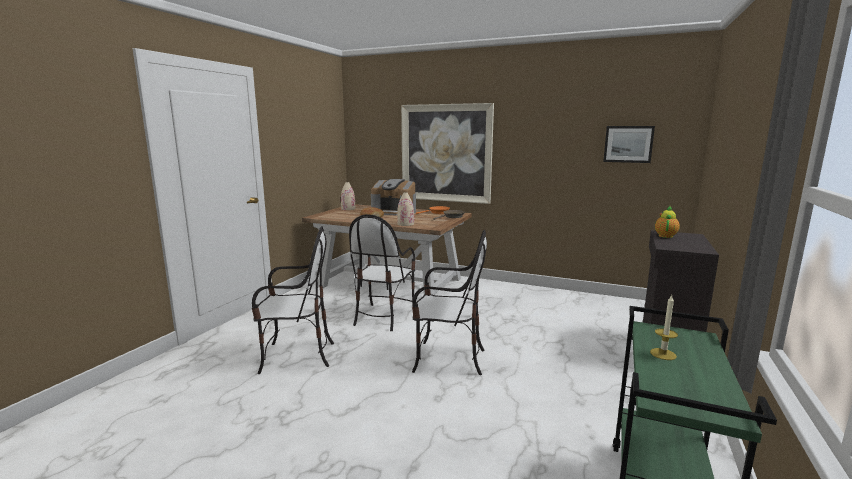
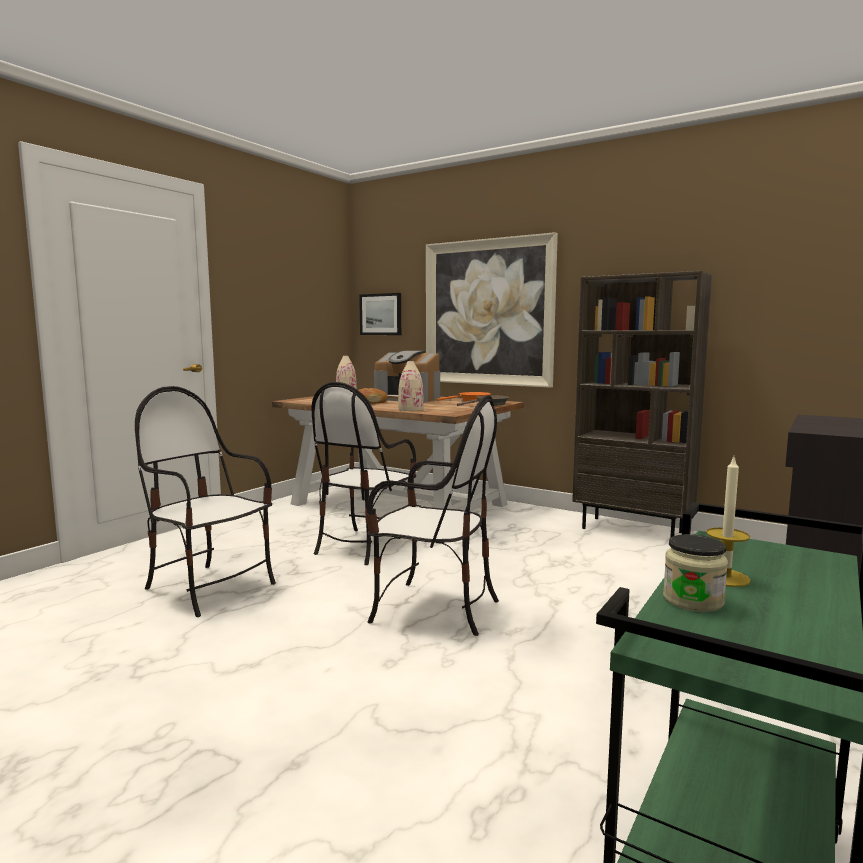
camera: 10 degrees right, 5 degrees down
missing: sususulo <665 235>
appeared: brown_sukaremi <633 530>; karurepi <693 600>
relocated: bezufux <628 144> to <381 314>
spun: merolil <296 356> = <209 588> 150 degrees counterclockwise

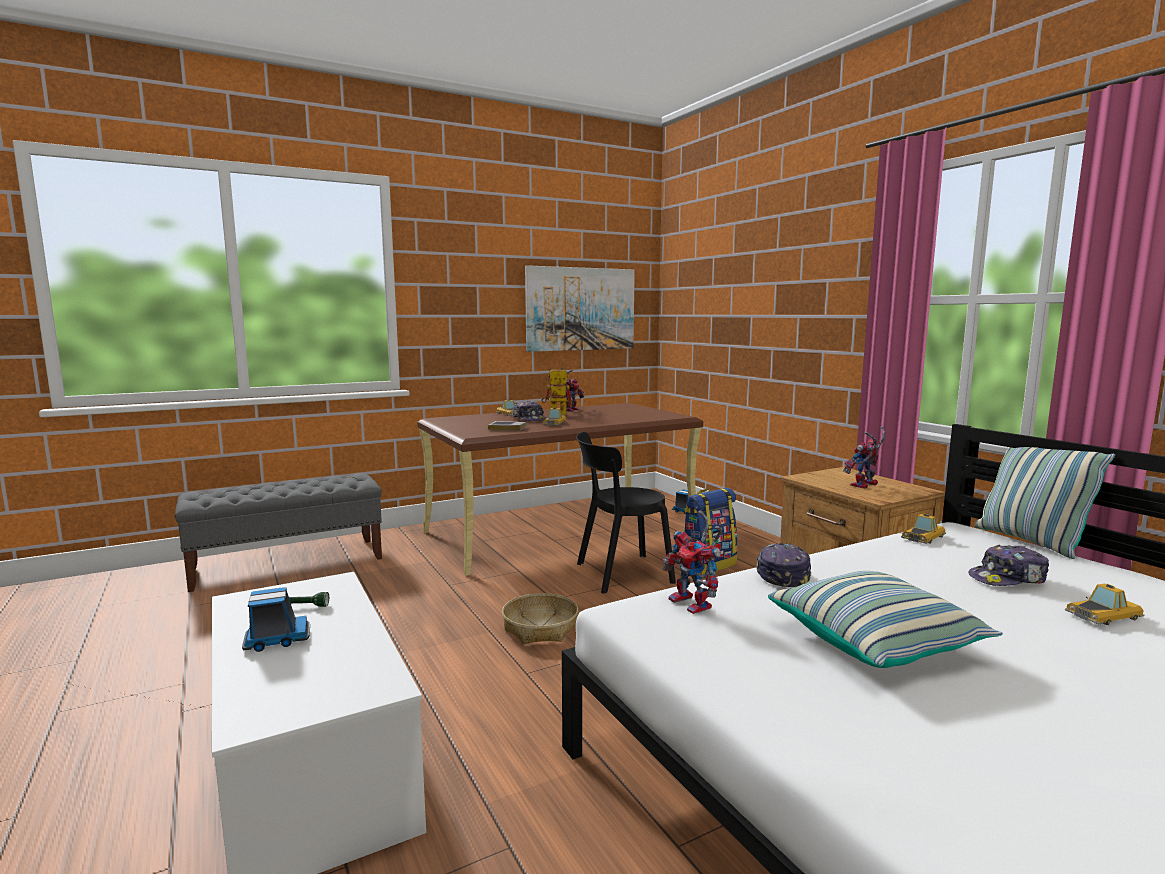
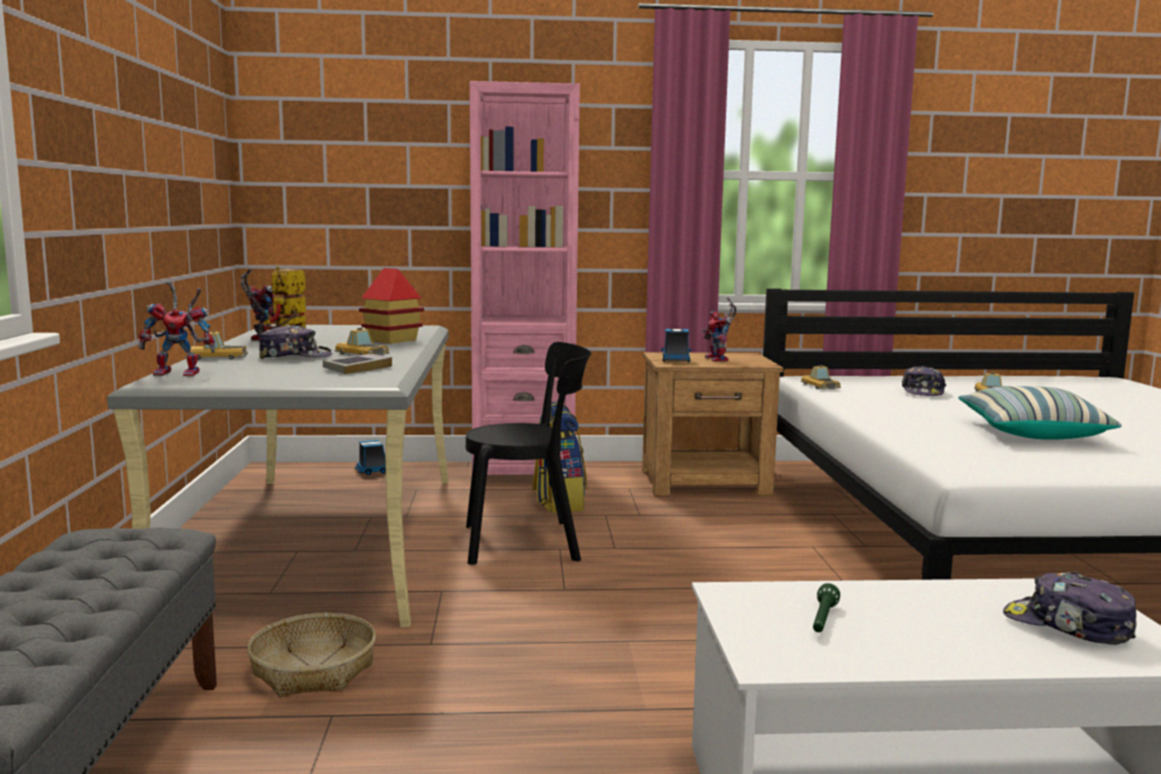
camera: 65 degrees left, 0 degrees up
missing: bezufux <580 309>; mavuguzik <1030 541>
appeared: pink_sukaremi <523 473>; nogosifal <392 340>
relocated: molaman <695 604> to <182 373>; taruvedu <782 575> to <1067 626>; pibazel <276 640> to <676 360>; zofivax <540 628> to <314 670>
colour: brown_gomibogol <562 531> to grey_gomibogol <324 539>
spun: black_merolil <619 573> = <528 542> 105 degrees counterclockwise

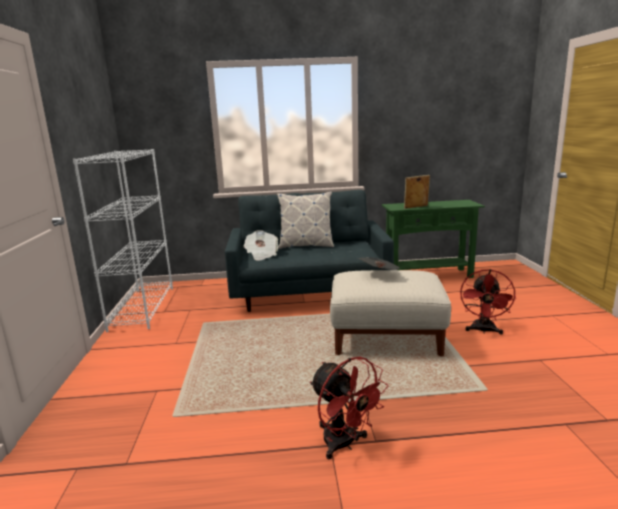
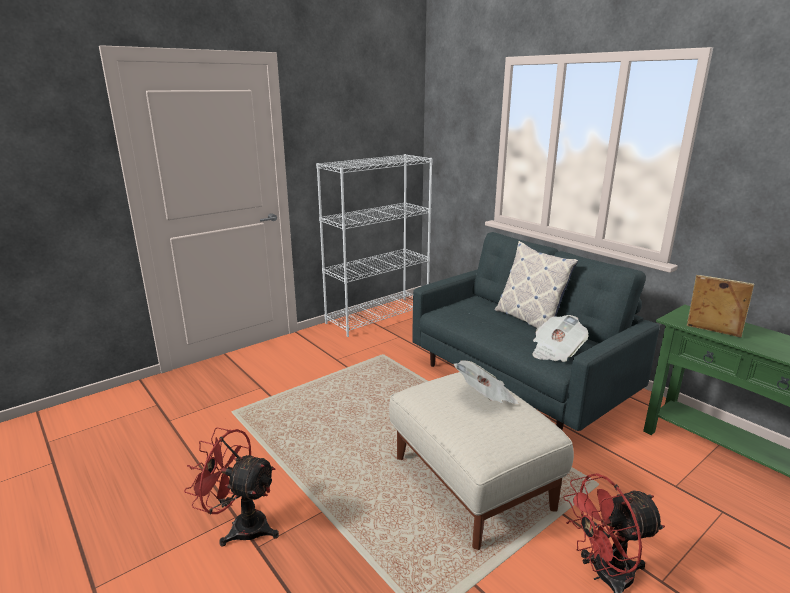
camera: 55 degrees right, 5 degrees up
relocated: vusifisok <261 255> to <555 351>
spun: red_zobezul <344 444> = <241 526> 90 degrees clockwise

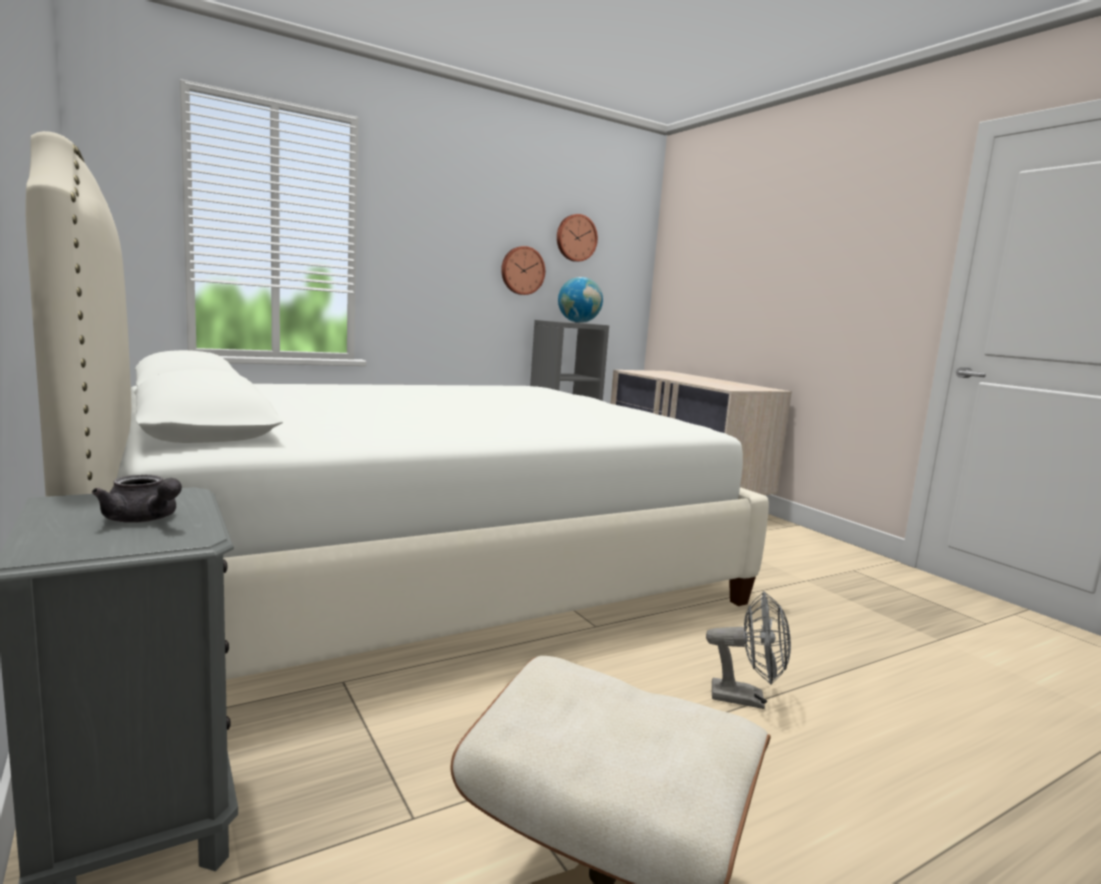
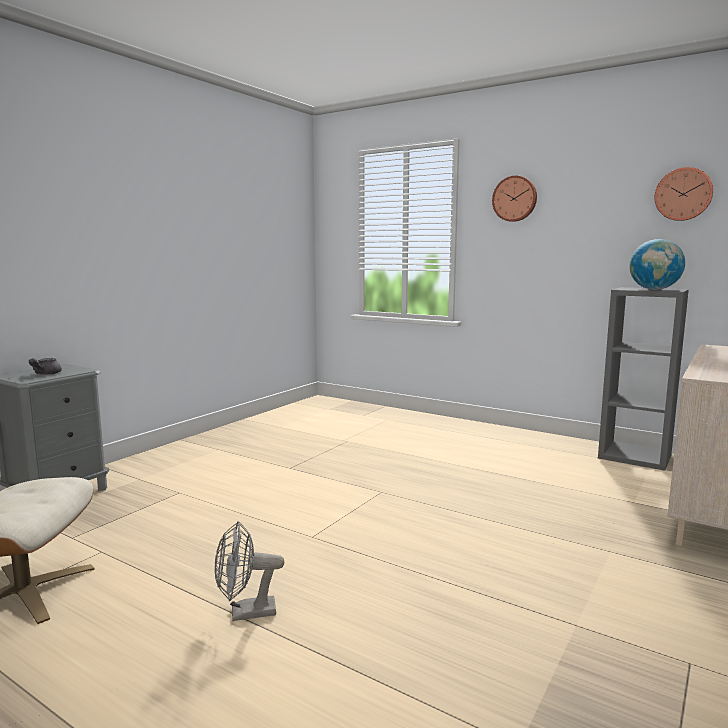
camera: 65 degrees right, 0 degrees up
missing: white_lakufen <413 572>
relocated: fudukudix <522 270> to <515 199>
spun: grey_zobezul <746 698> = <245 613> 90 degrees clockwise

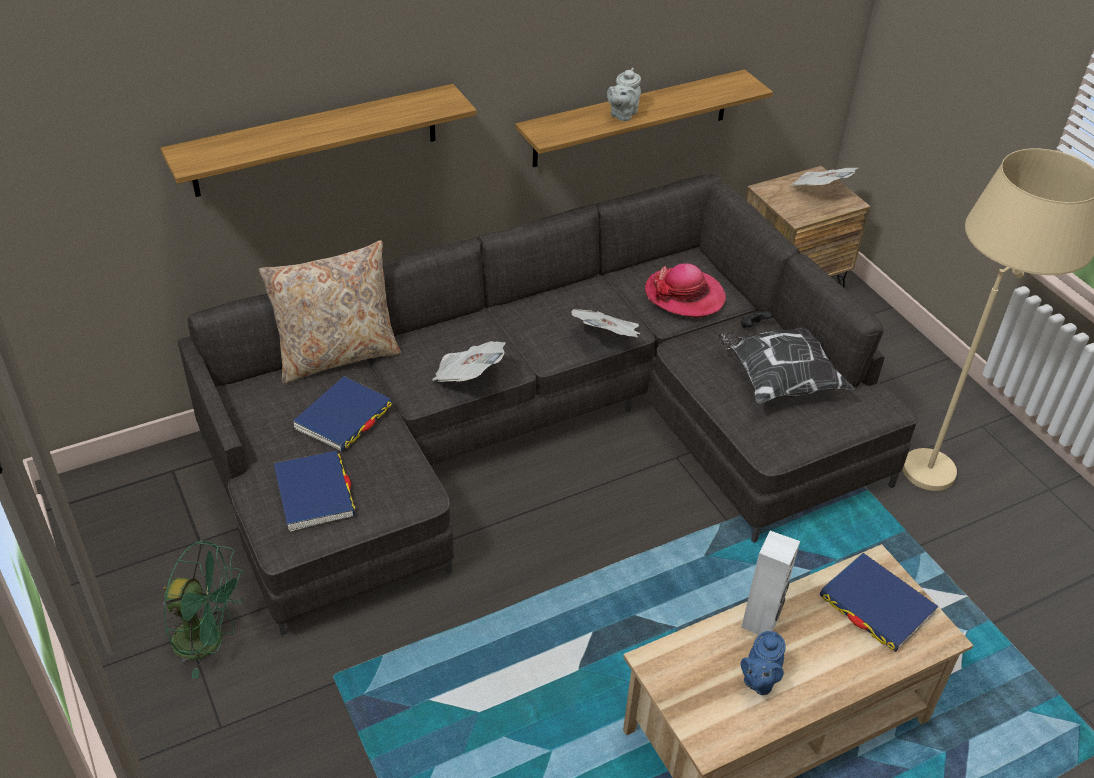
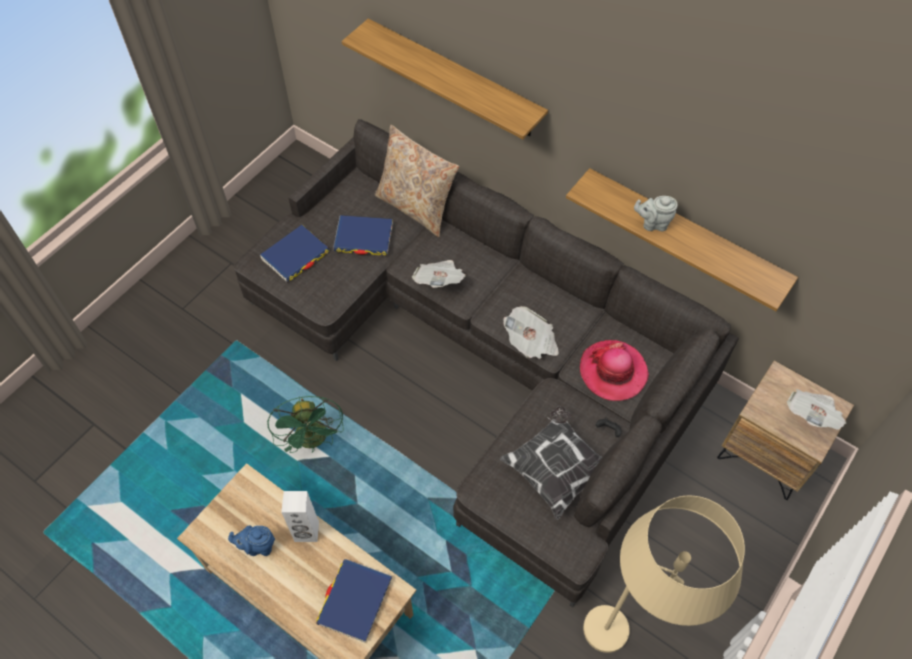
camera: 65 degrees right, 15 degrees up
relocated: green_zobezul <208 641> to <313 441>

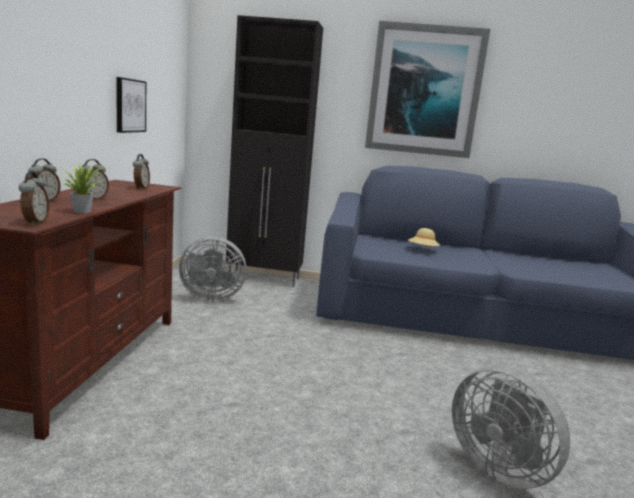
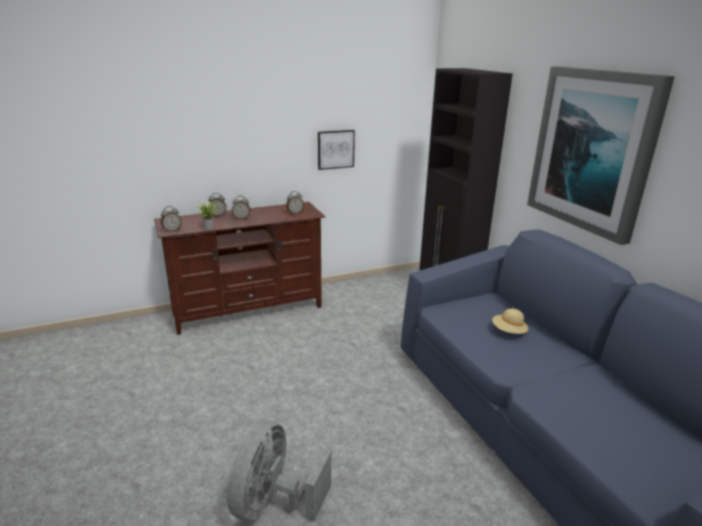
camera: 60 degrees right, 10 degrees up
missing: grey_zobezul <210 297>

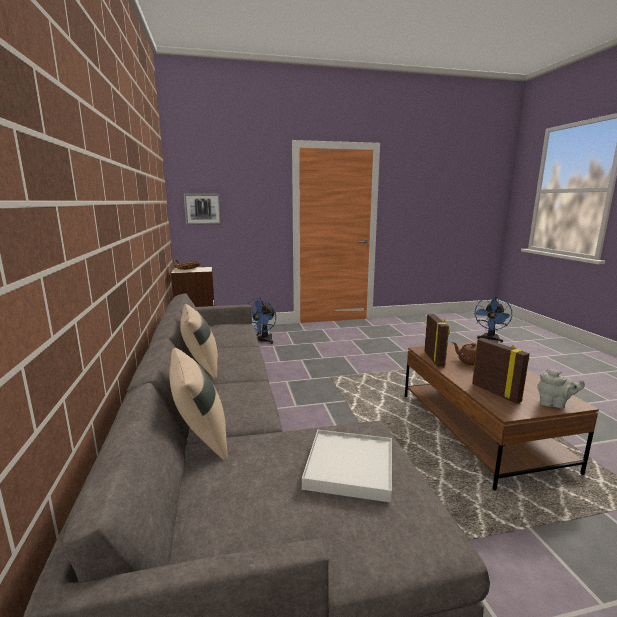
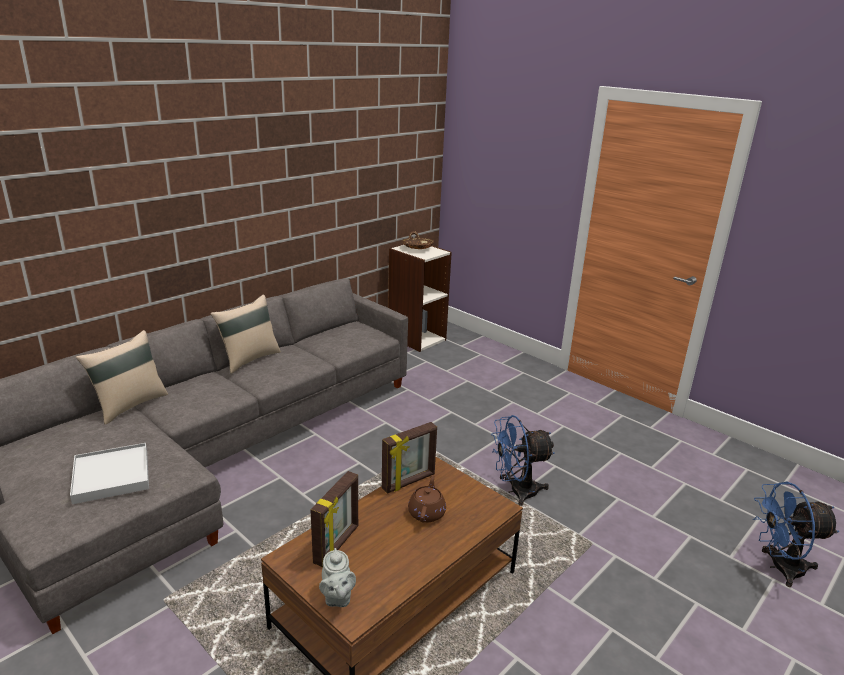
camera: 55 degrees right, 10 degrees up
missing: bezufux <202 209>
relocated: blue_zobezul <263 341> to <516 491>

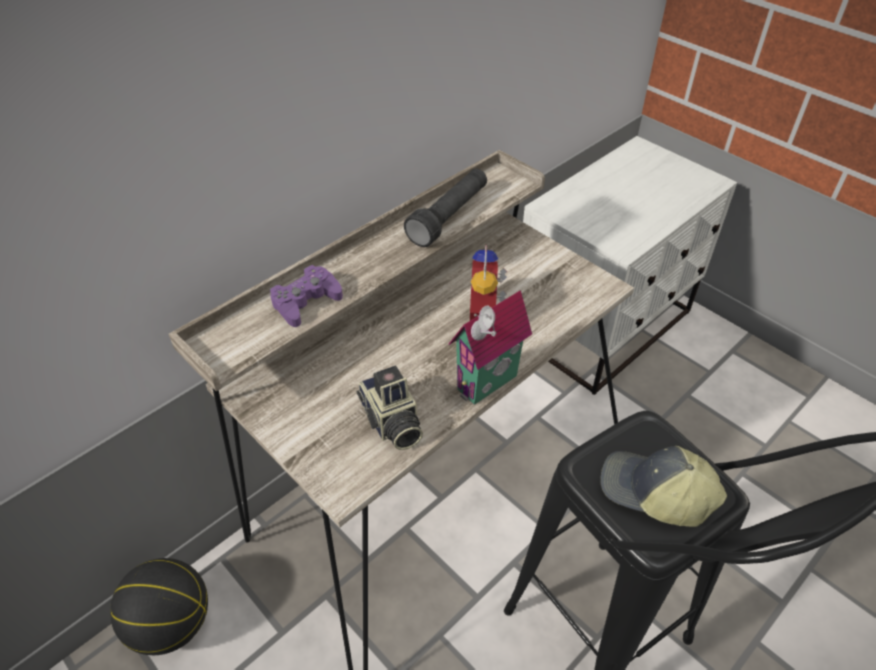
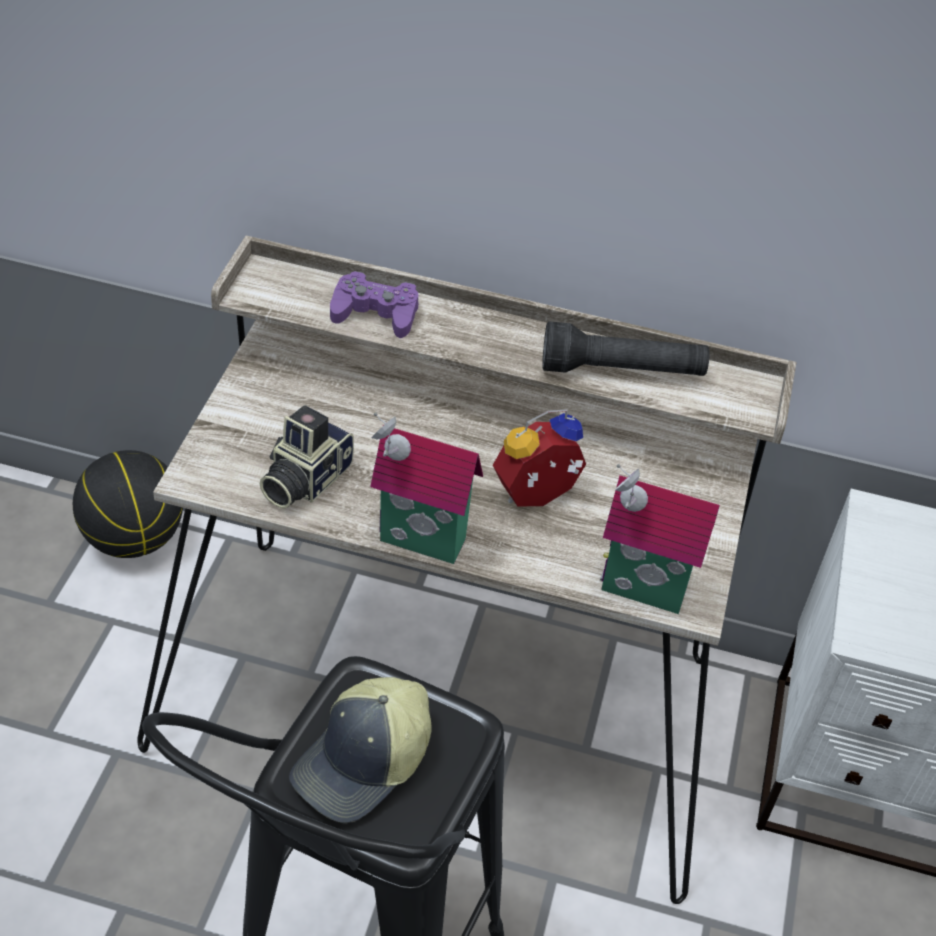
camera: 55 degrees right, 0 degrees up
appeared: nogosifal <641 593>
spun: taruvedu <654 493> = <364 763> 135 degrees counterclockwise

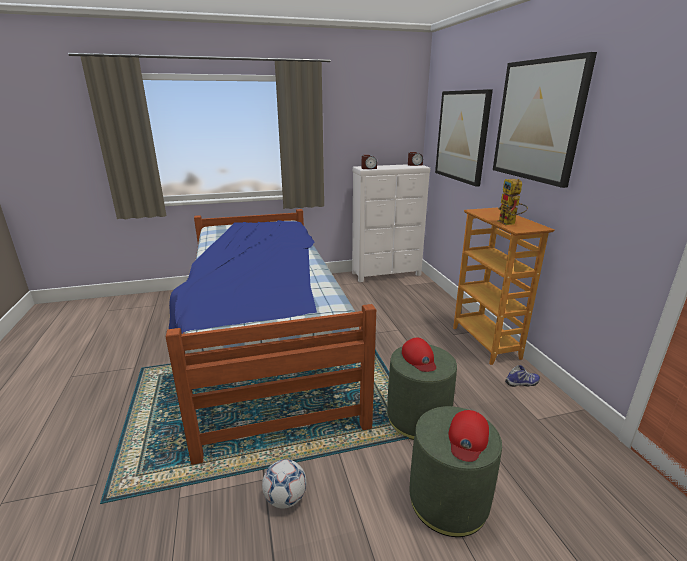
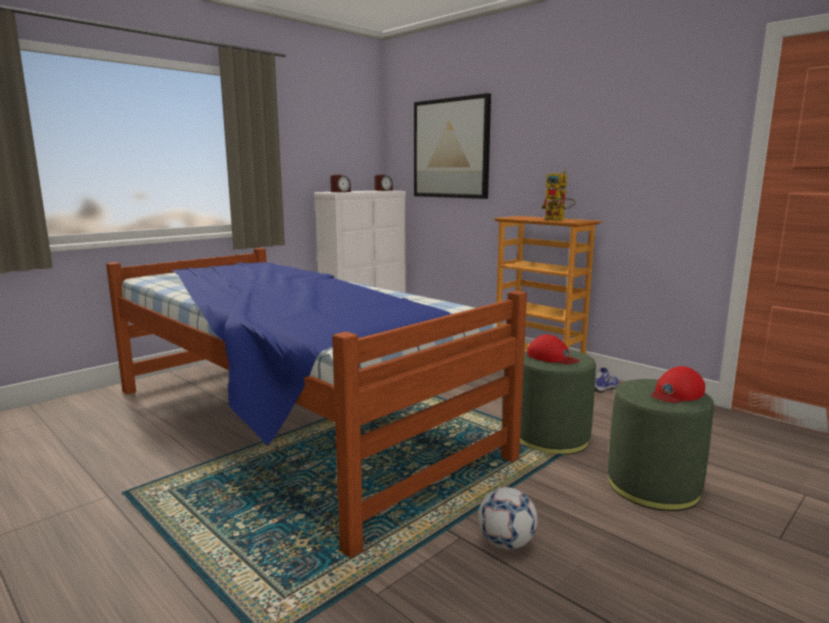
camera: 30 degrees left, 10 degrees down
missing: bezufux <538 121>
spun: red_taruvedu <467 438> = <676 393> 60 degrees clockwise

